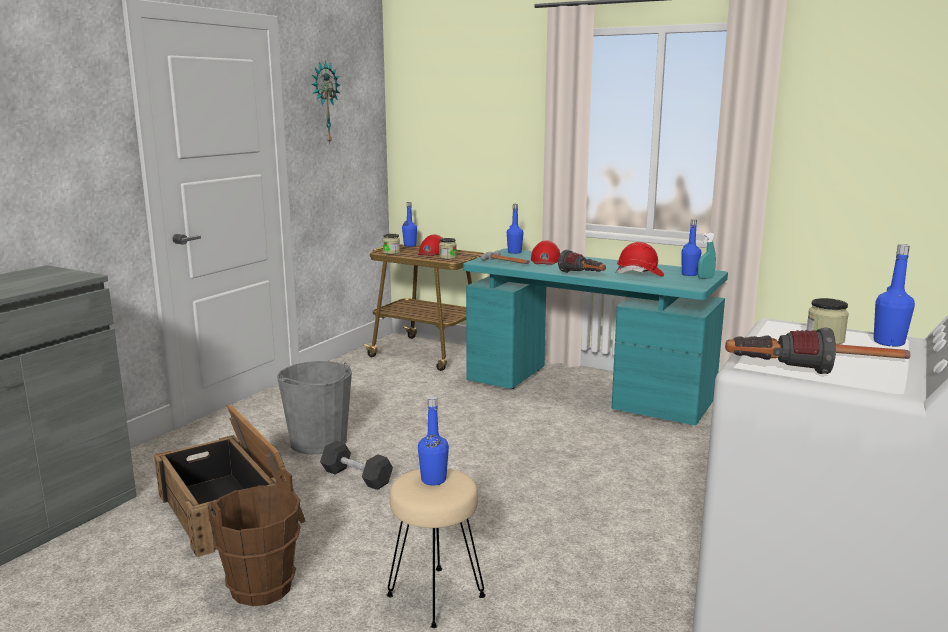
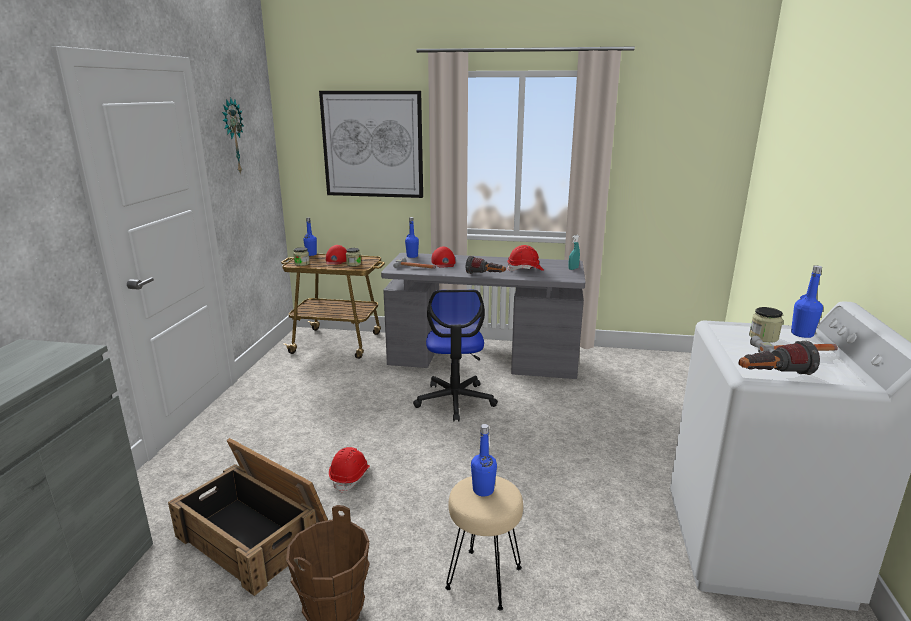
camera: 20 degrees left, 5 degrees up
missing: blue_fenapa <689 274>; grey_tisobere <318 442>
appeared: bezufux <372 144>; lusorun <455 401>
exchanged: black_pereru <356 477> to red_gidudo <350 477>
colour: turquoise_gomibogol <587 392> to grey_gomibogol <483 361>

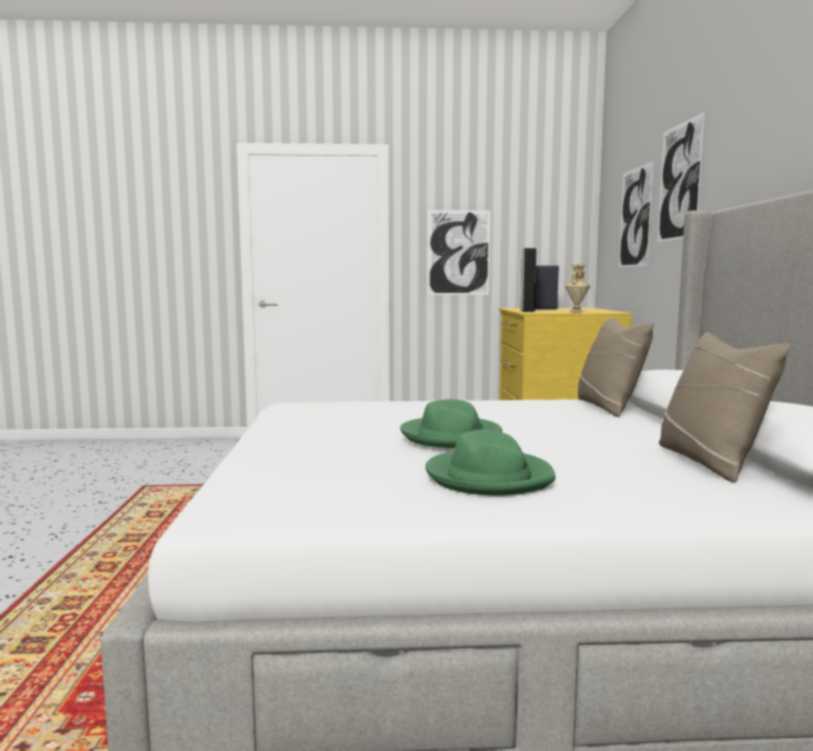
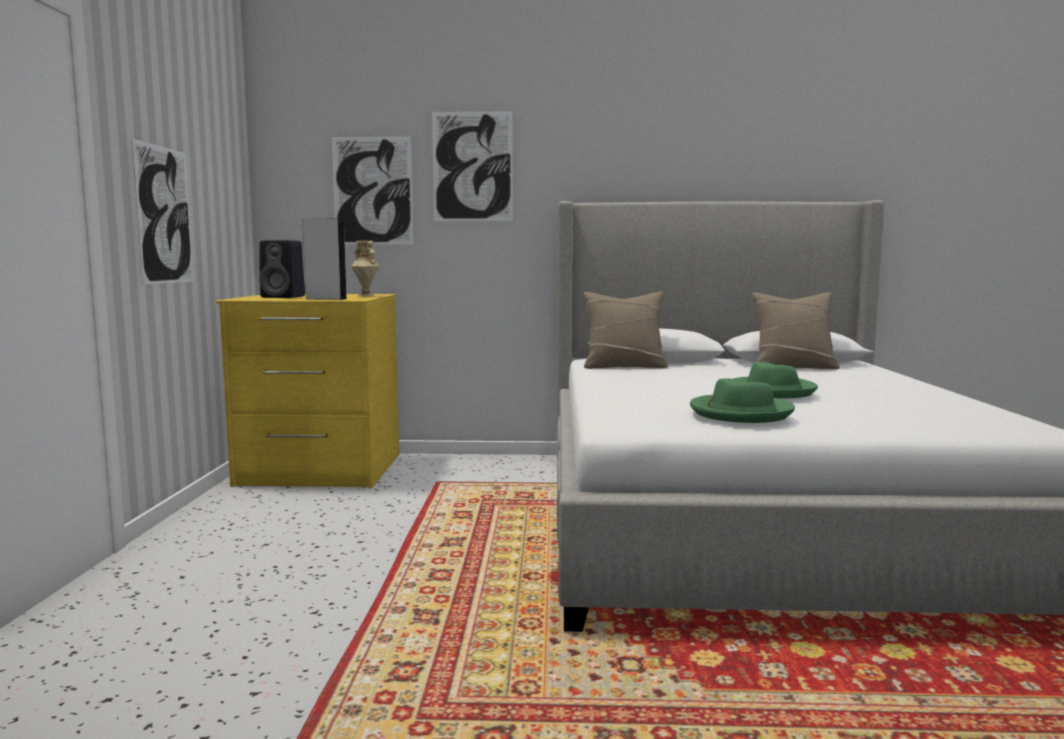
camera: 85 degrees left, 0 degrees up
relocated: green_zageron <488 477> to <740 413>

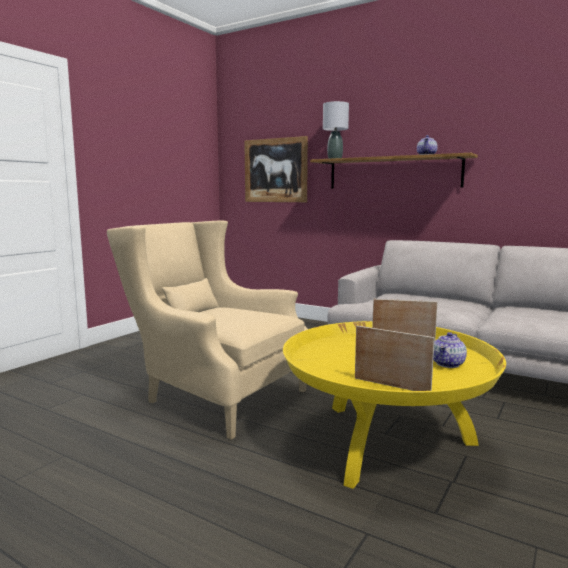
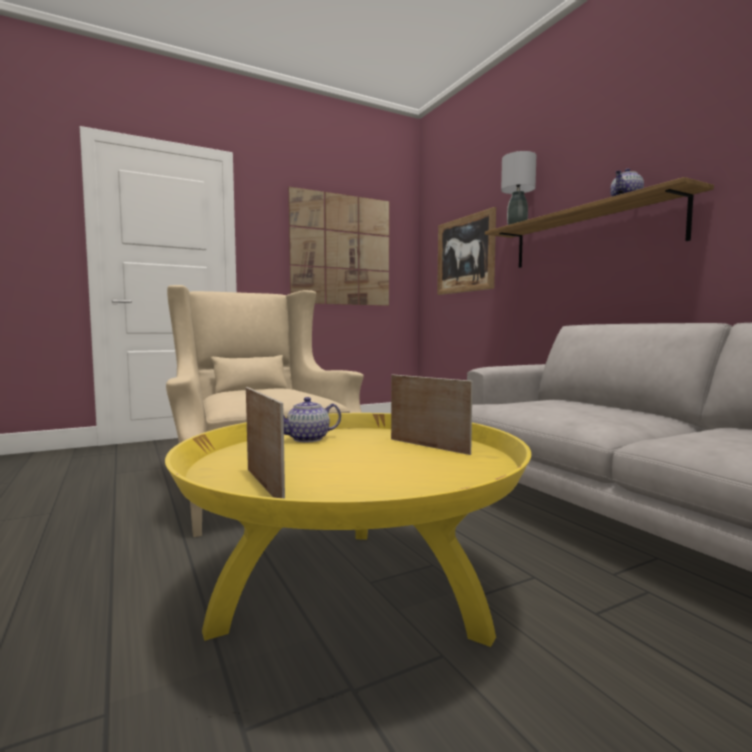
camera: 30 degrees right, 5 degrees down
appeared: bezufux <341 250>
relocated: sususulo <448 364> to <308 439>

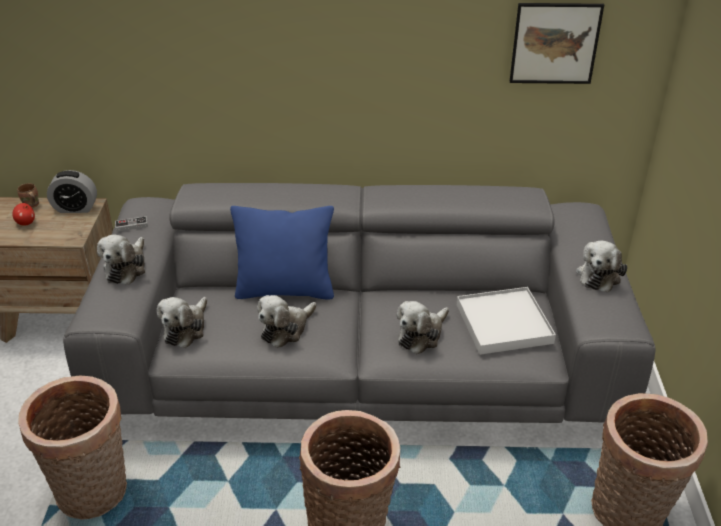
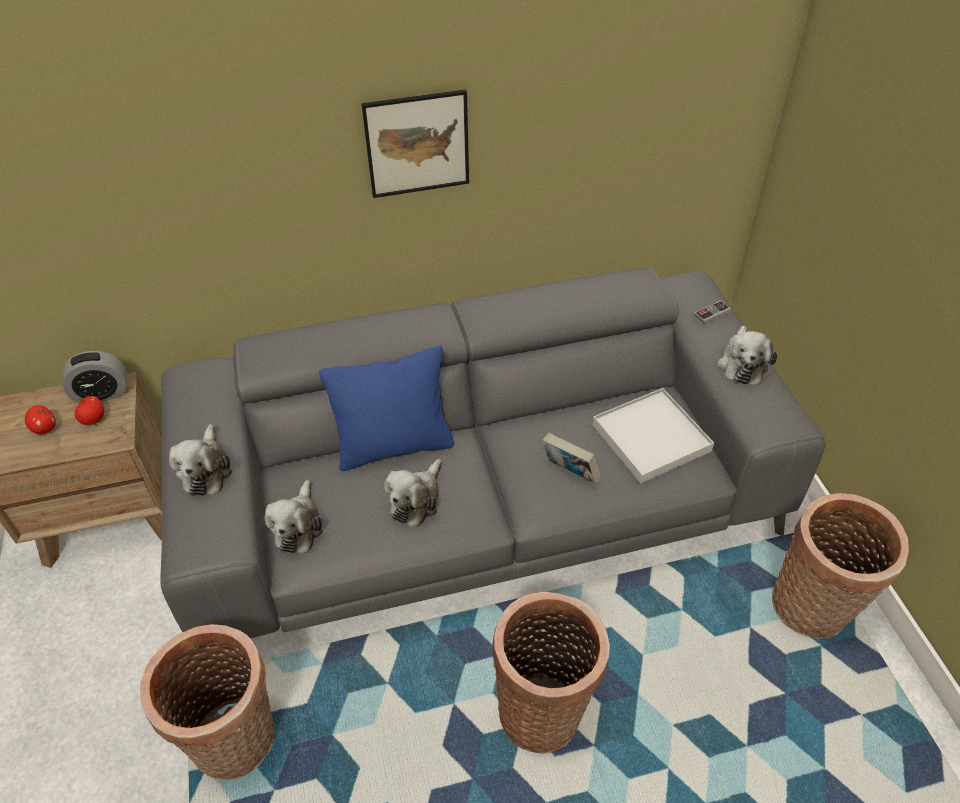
camera: 15 degrees left, 10 degrees up
missing: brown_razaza <31 206>
appeared: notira <94 419>
relocated: bezufux <555 43> to <417 144>; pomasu <131 225> to <711 314>
exchanged: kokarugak <421 335> to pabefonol <569 473>

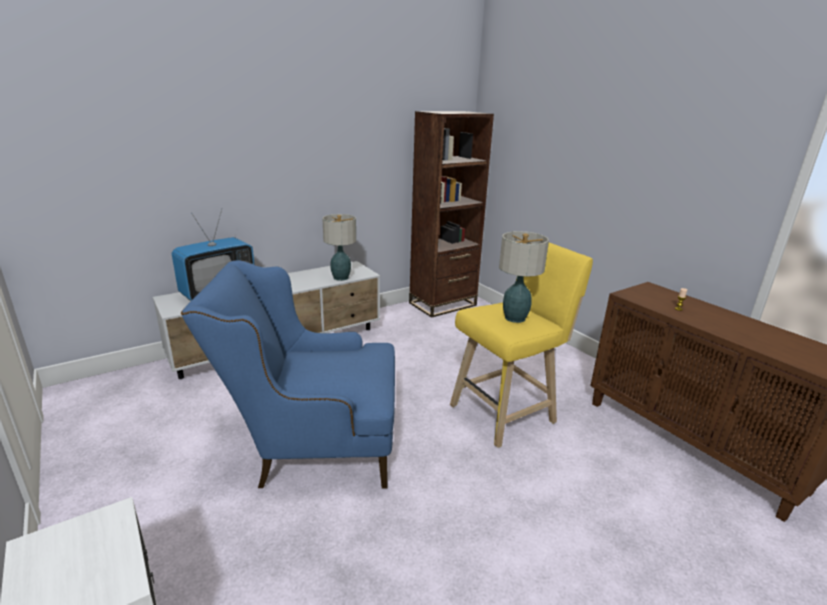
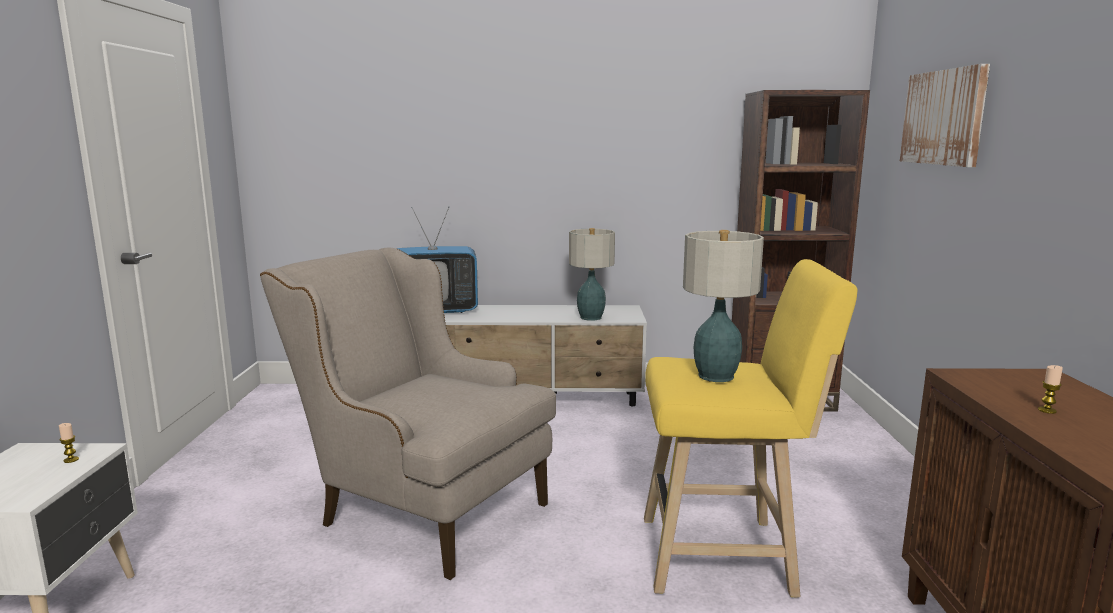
camera: 35 degrees right, 10 degrees down
appeared: bezufux <943 117>; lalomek <71 460>
colour: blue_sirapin <313 447> to beige_sirapin <420 507>

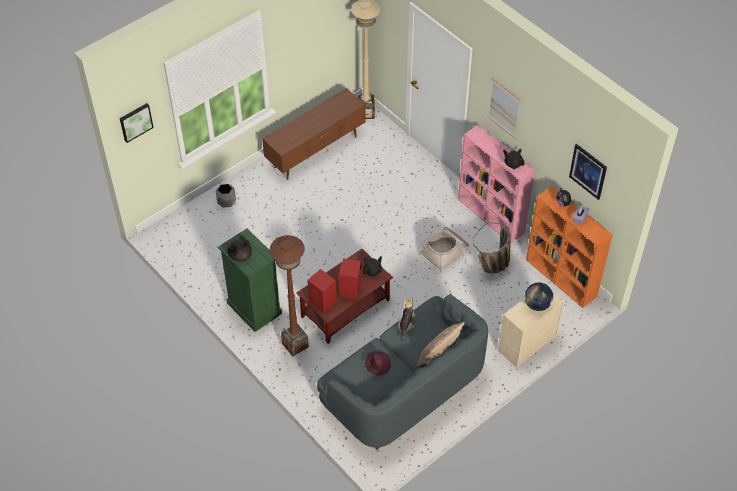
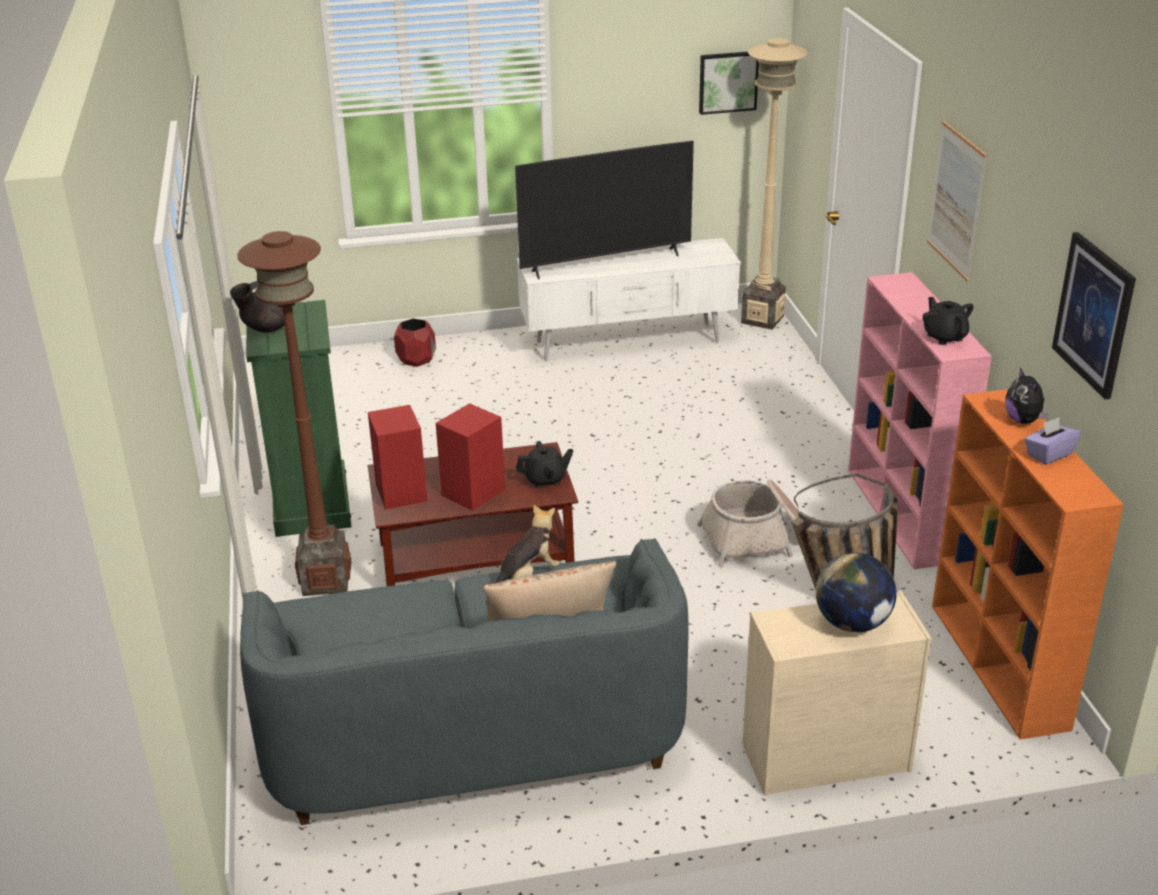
camera: 30 degrees right, 20 degrees down
missing: purple_zageron <377 364>
appeared: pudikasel <605 263>
relocated: bezufux <135 122> to <727 81>
colour: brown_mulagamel <316 152> to white_mulagamel <628 342>; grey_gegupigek <226 202> to red_gegupigek <416 359>

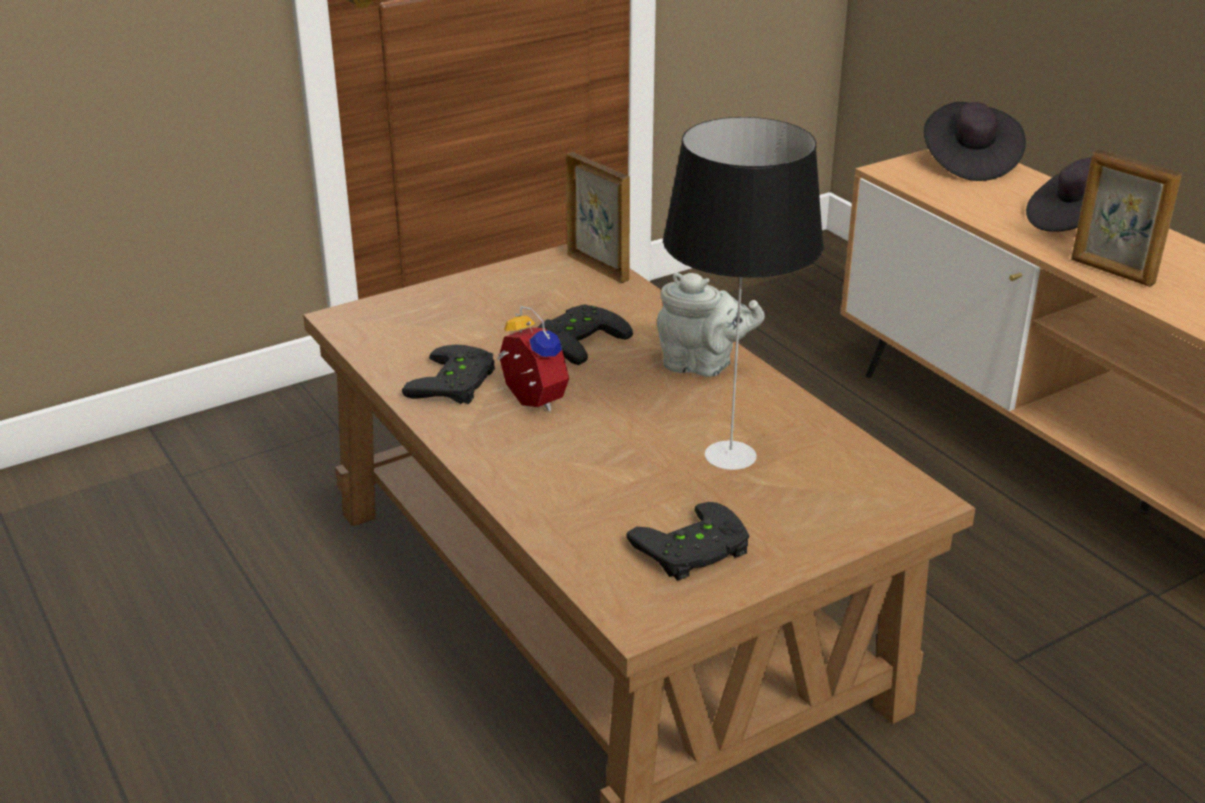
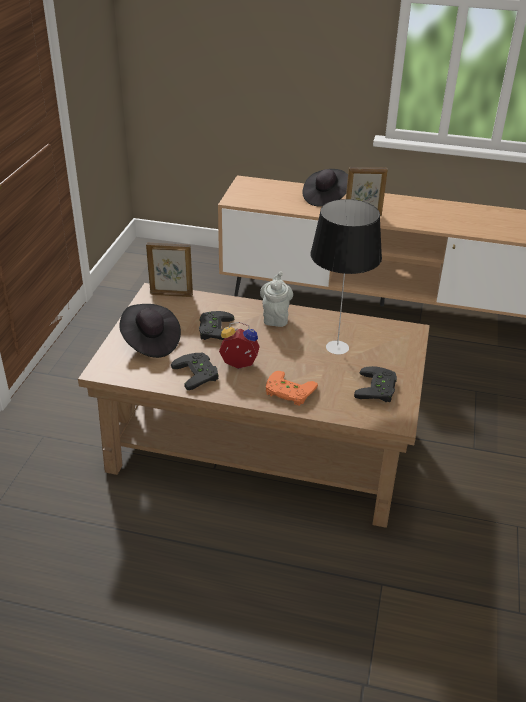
camera: 45 degrees left, 5 degrees up
appeared: orange_pomasu <288 392>
relocated: black_zageron <969 163> to <150 342>
spun: grey_sususulo <702 365> = <275 317> 60 degrees counterclockwise

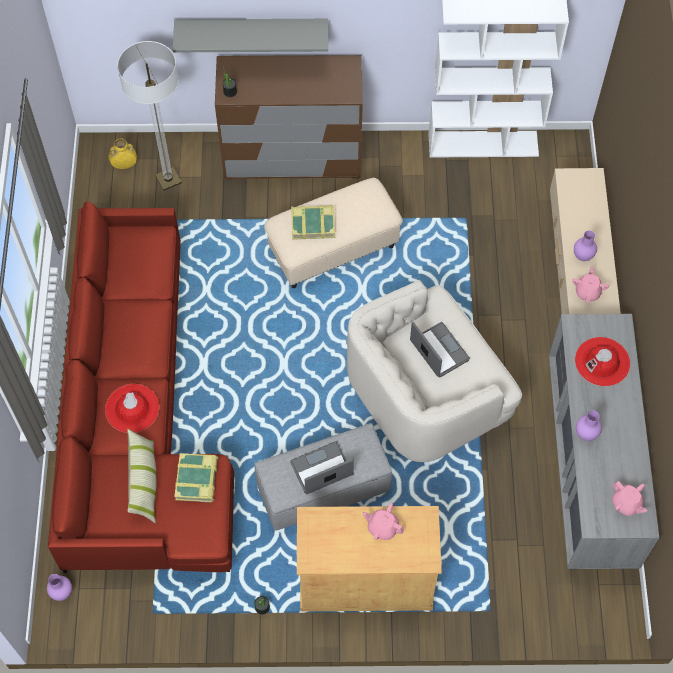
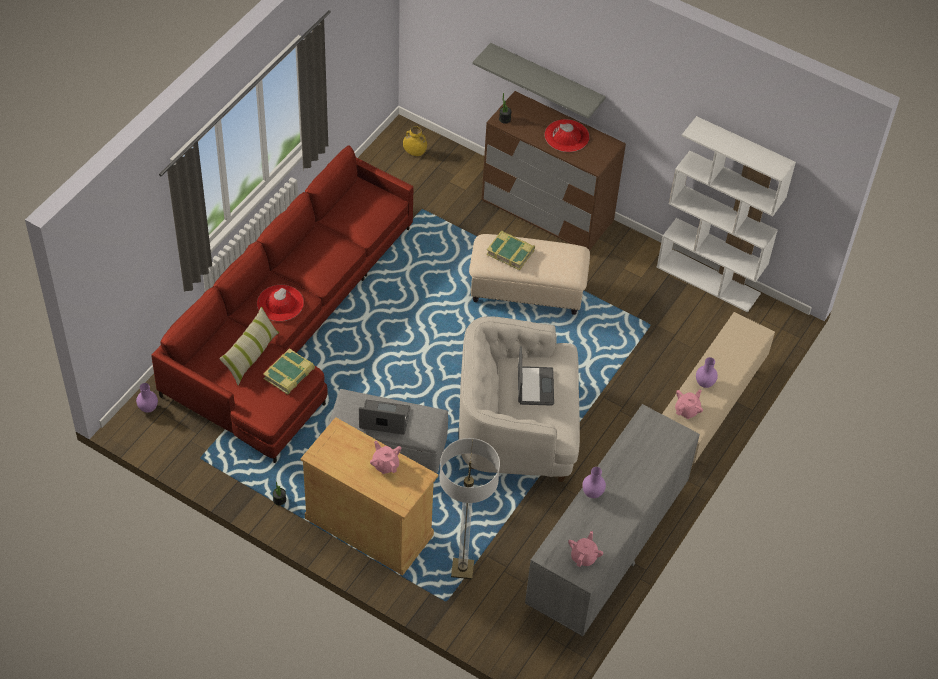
camera: 30 degrees right, 10 degrees down
relocated: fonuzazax <168 179> to <462 569>; red_zageron <602 362> to <566 136>
spun: pink_sususulo <626 504> = <584 556> 150 degrees counterclockwise

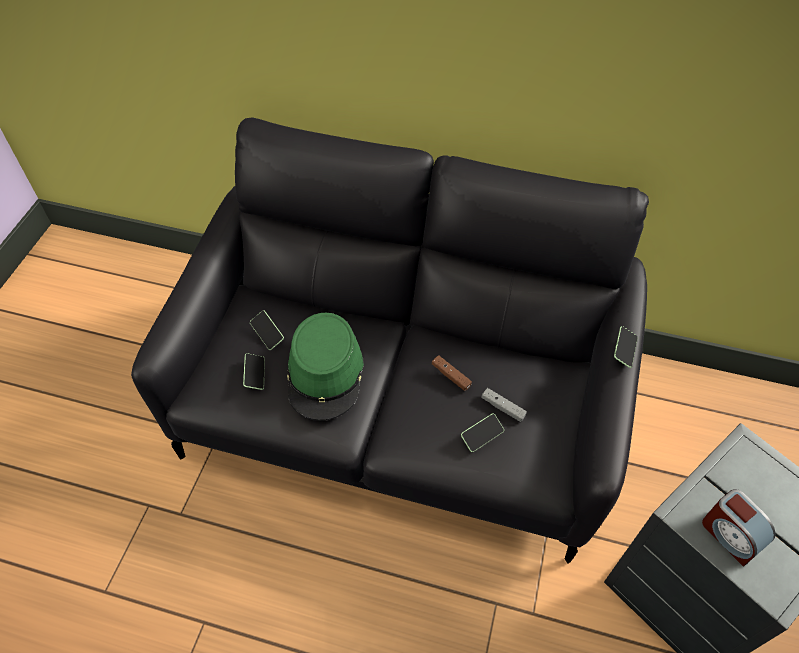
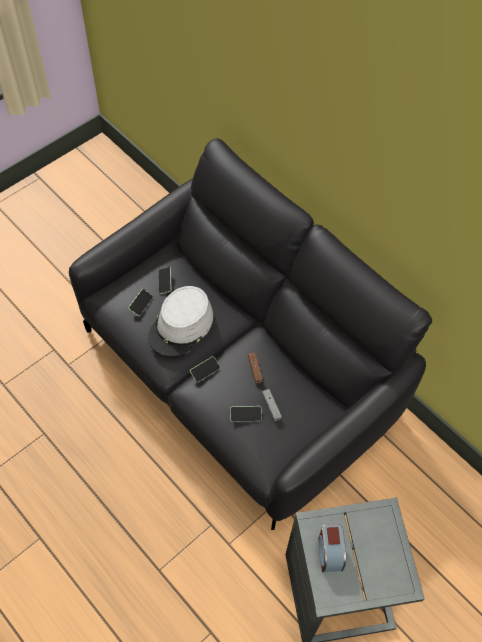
camera: 30 degrees right, 5 degrees up
relocated: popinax <624 350> to <205 371>
colour: green_zageron <325 374> to grey_zageron <181 326>

